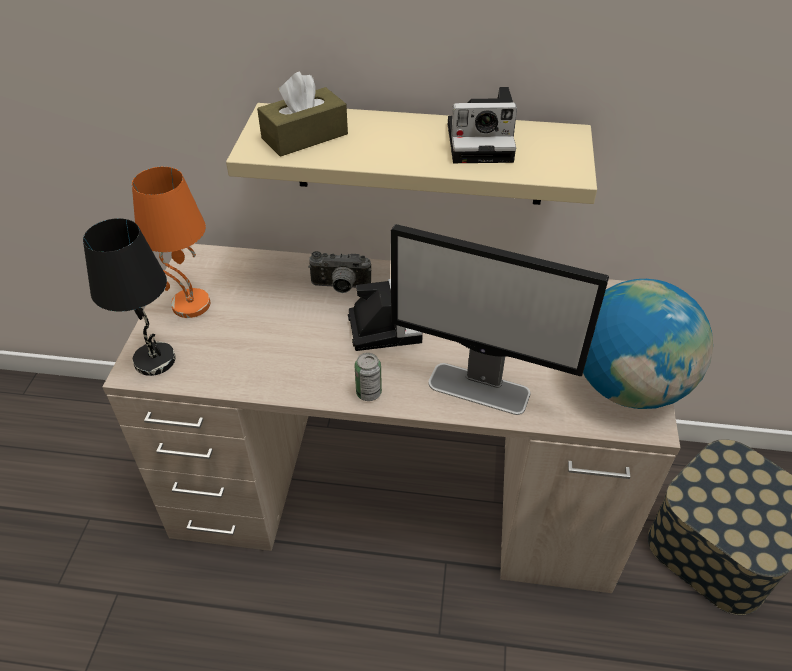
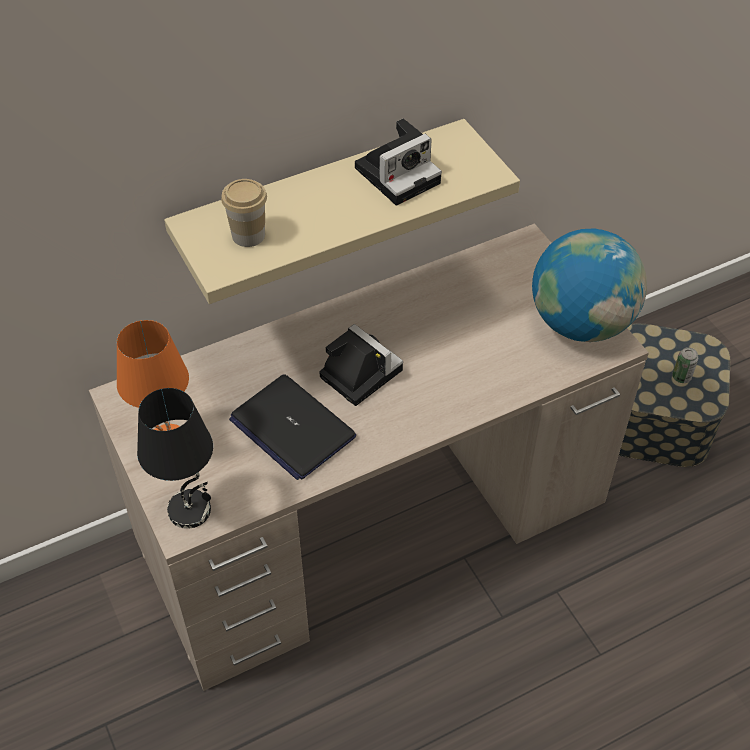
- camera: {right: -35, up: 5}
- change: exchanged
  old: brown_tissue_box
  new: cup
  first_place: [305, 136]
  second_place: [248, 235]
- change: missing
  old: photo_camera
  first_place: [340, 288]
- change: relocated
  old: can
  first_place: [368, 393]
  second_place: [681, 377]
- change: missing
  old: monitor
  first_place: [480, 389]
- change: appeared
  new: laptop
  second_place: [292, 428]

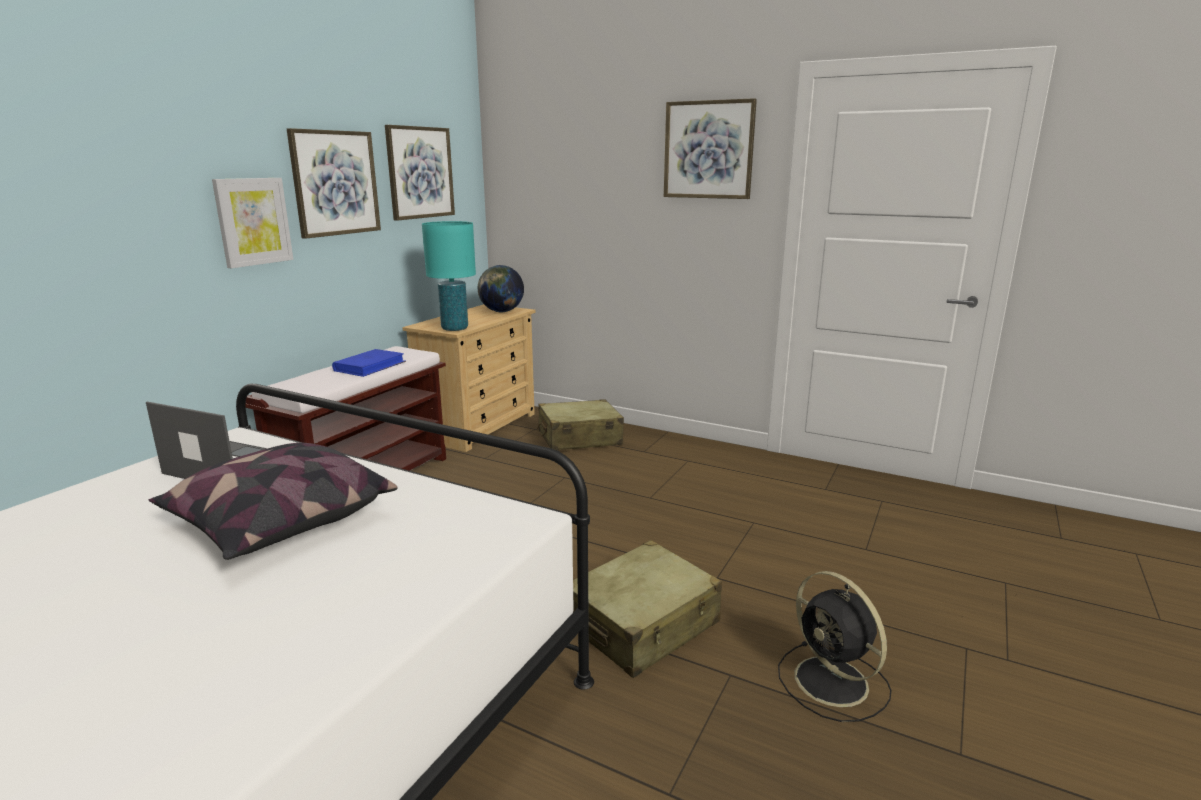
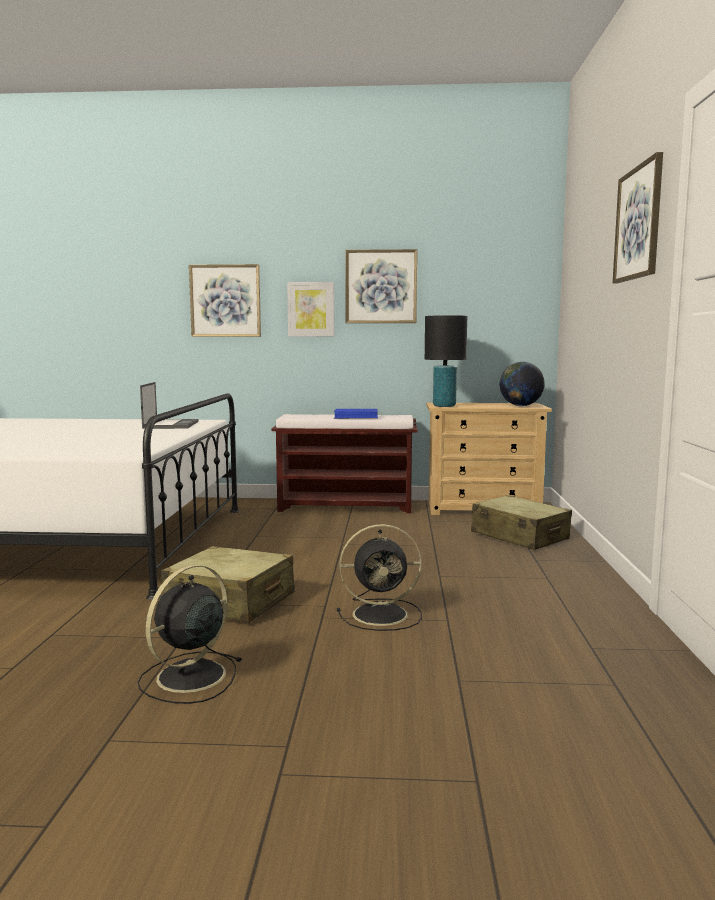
- camera: {right: 65, up: -10}
- change: missing
  old: pillow
  first_place: [279, 523]
- change: relocated
  old: picture
  first_place: [420, 172]
  second_place: [225, 301]
- change: colour
  old: turquoise_table_lamp
  new: black_table_lamp
  first_place: [454, 328]
  second_place: [444, 406]
- change: appeared
  new: black_fan
  second_place: [383, 614]

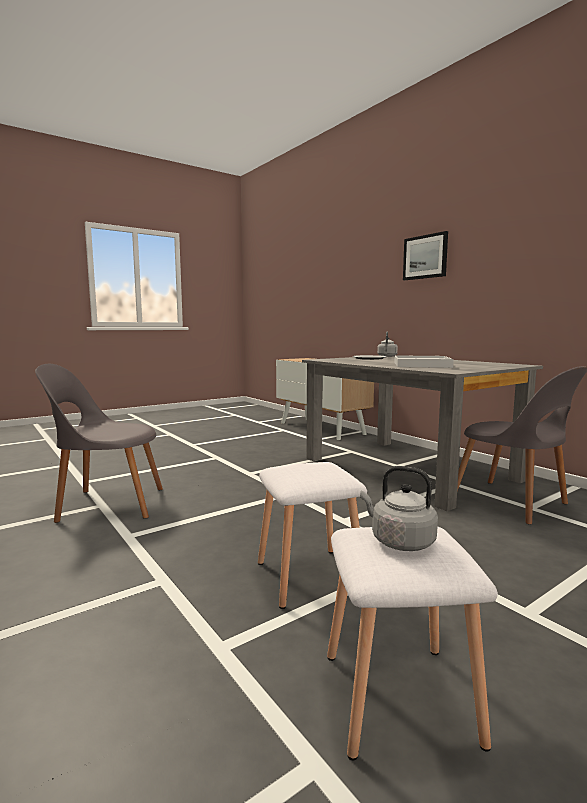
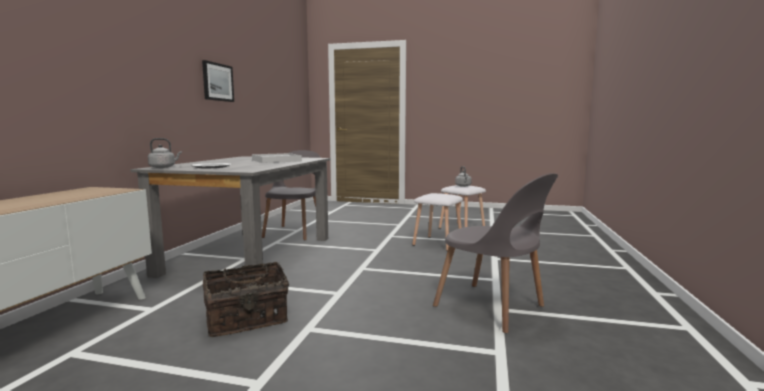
- camera: {right: -130, up: 0}
- change: relocated
  old: picture
  first_place: [425, 257]
  second_place: [217, 82]
- change: appeared
  new: basket
  second_place: [247, 319]

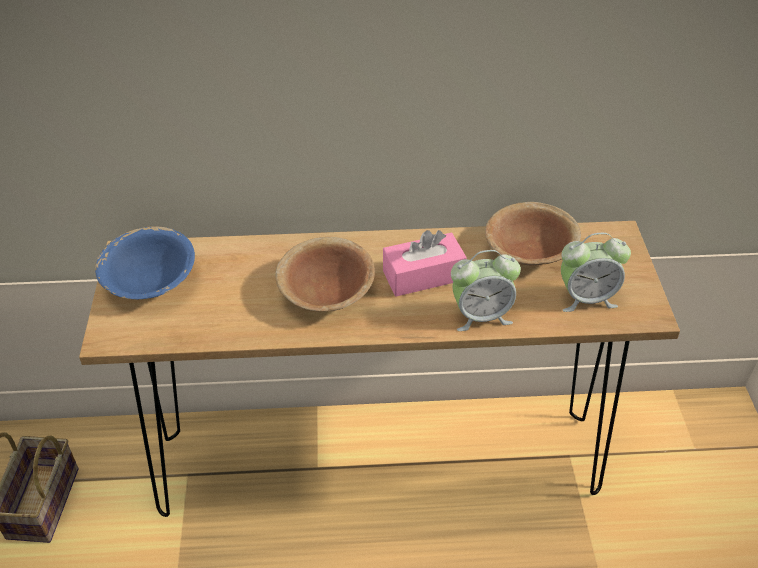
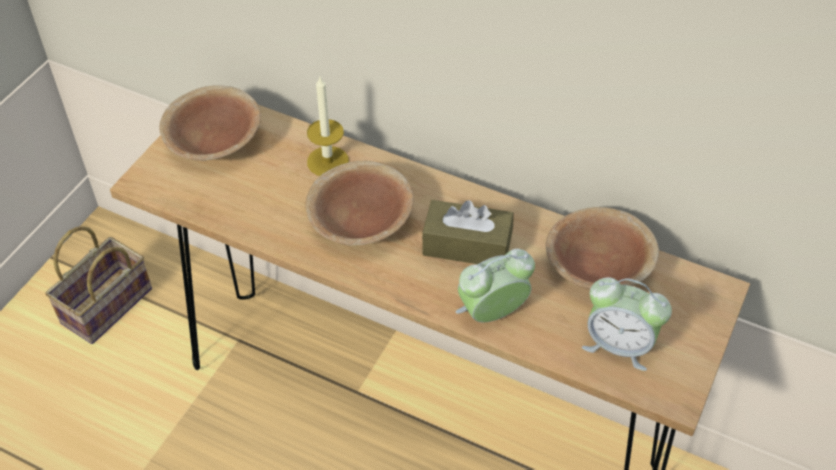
- camera: {right: 30, up: 5}
- change: colour
  old: blue_bowl
  new: brown_bowl
  first_place: [150, 281]
  second_place: [214, 142]
- change: colour
  old: pink_tissue_box
  new: brown_tissue_box
  first_place: [423, 275]
  second_place: [467, 245]
- change: spun
  old: alarm_clock
  first_place: [481, 315]
  second_place: [492, 313]
  degrees: 135
- change: appeared
  new: candle
  second_place: [328, 161]

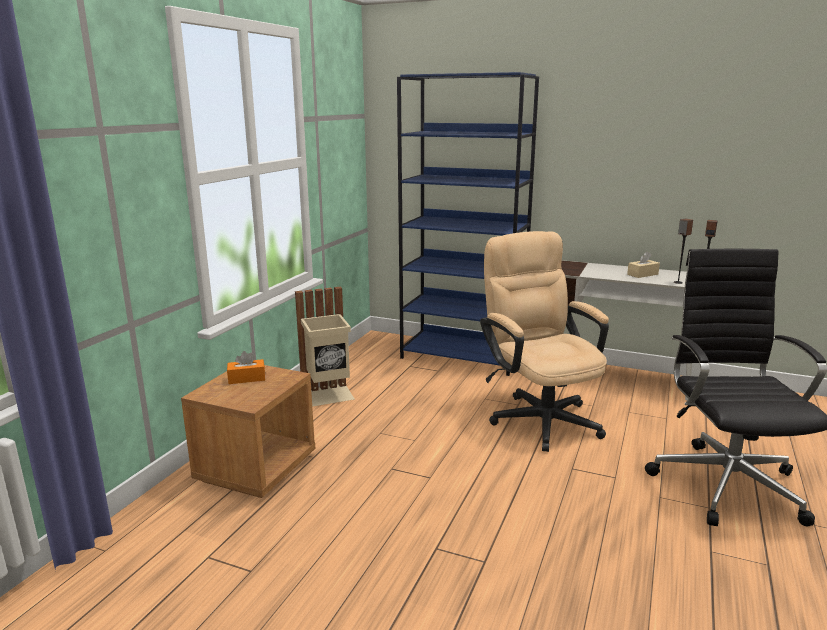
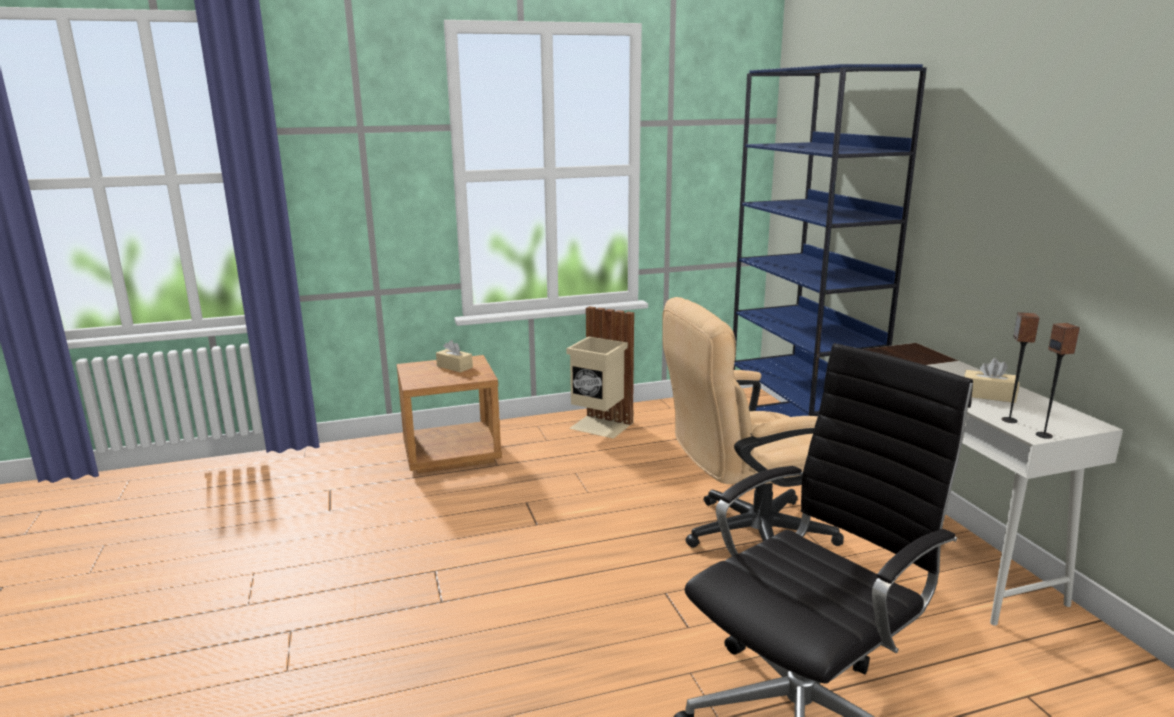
- camera: {right: 50, up: 0}
- change: colour
  old: orange_tissue_box
  new: beige_tissue_box
  first_place: [246, 378]
  second_place: [454, 367]
- change: spun
  old: beige_office_chair
  first_place: [539, 416]
  second_place: [744, 535]
  degrees: -135

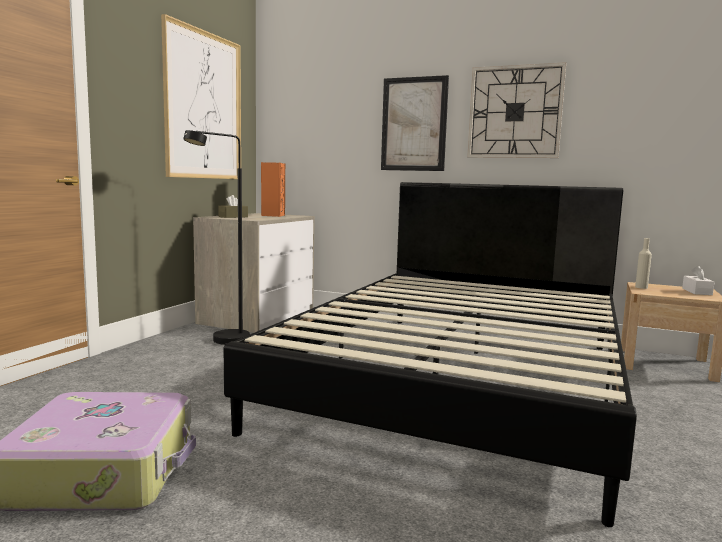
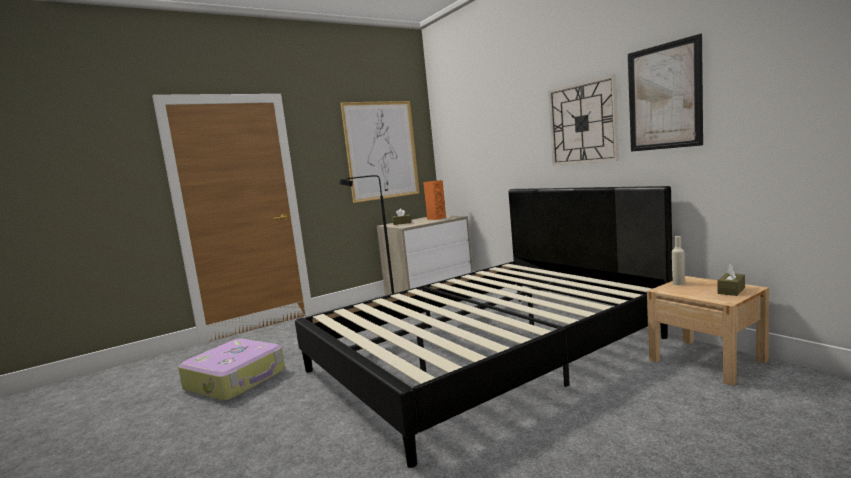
- camera: {right: 35, up: 0}
- change: relocated
  old: picture
  first_place: [414, 124]
  second_place: [664, 97]
- change: colour
  old: white_tissue_box
  new: brown_tissue_box
  first_place: [697, 291]
  second_place: [731, 290]

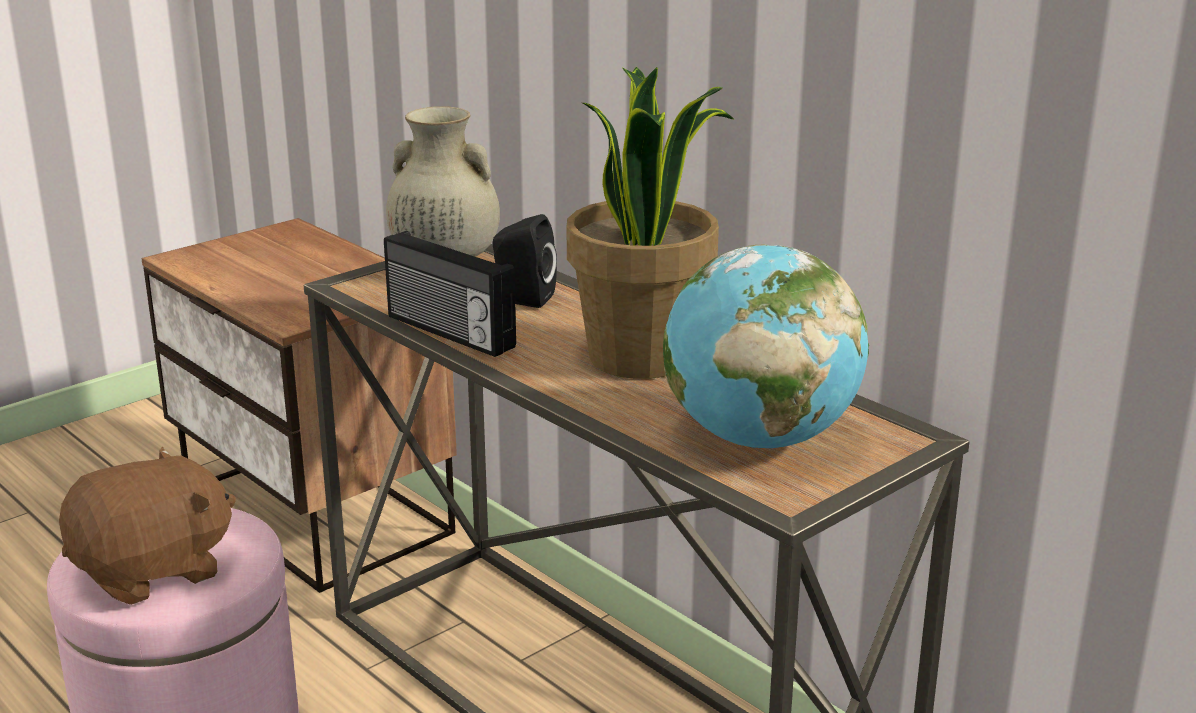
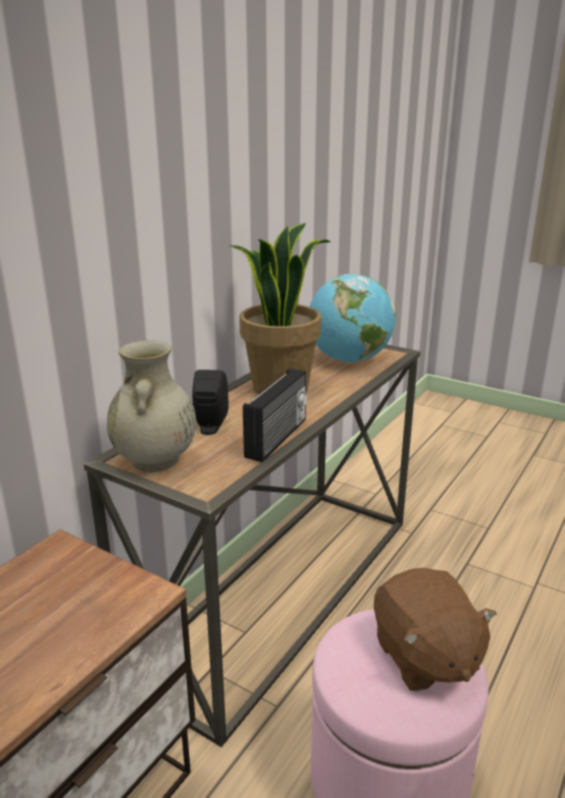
- camera: {right: -105, up: 0}
- change: spun
  old: brown_plush_toy
  first_place: [154, 571]
  second_place: [424, 657]
  degrees: -150

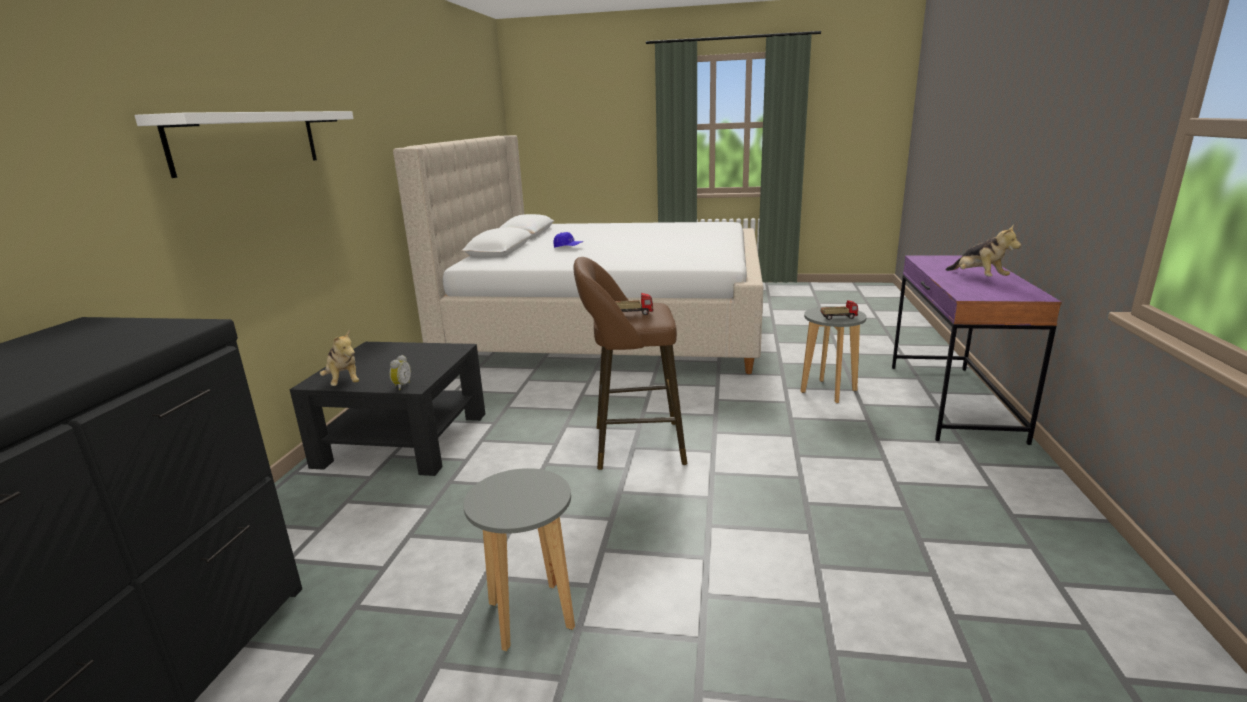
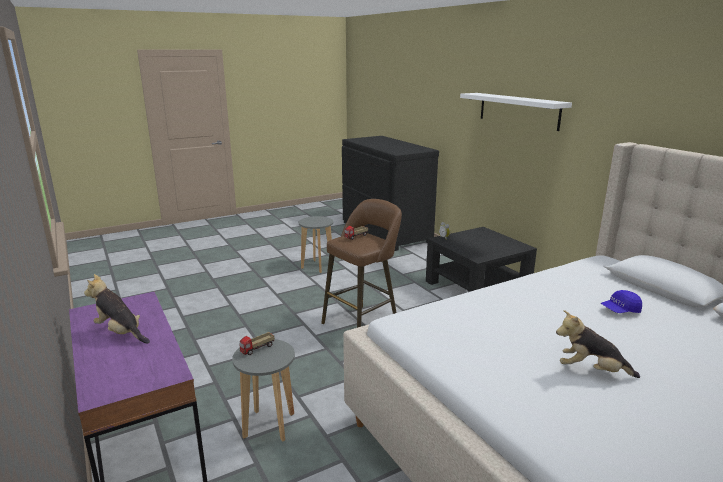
- camera: {right: 140, up: 0}
- change: relocated
  old: plush_toy
  first_place: [344, 383]
  second_place: [591, 371]

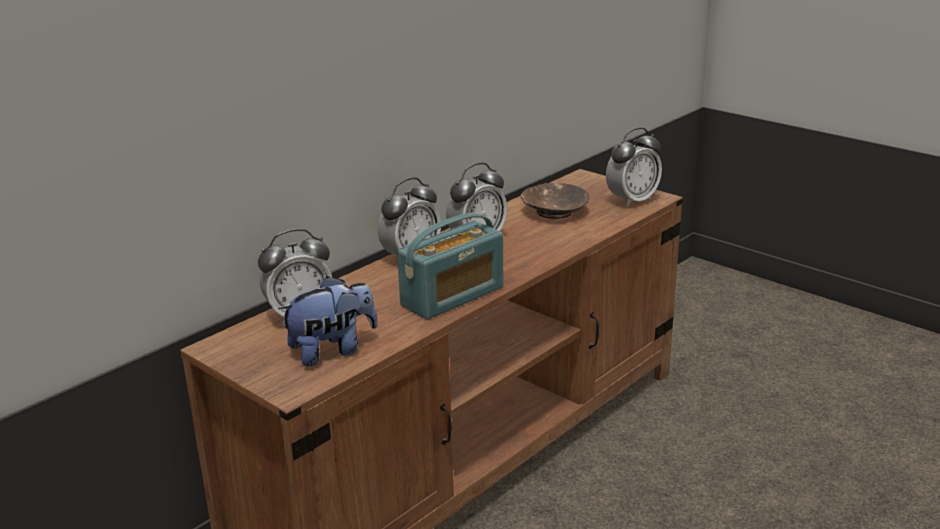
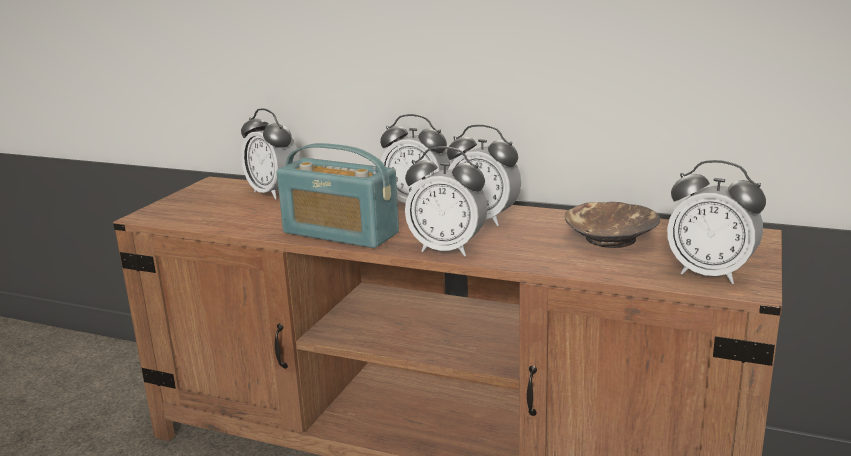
- camera: {right: 70, up: -5}
- change: missing
  old: plush_toy
  first_place: [332, 350]
- change: appeared
  new: alarm_clock
  second_place: [447, 249]

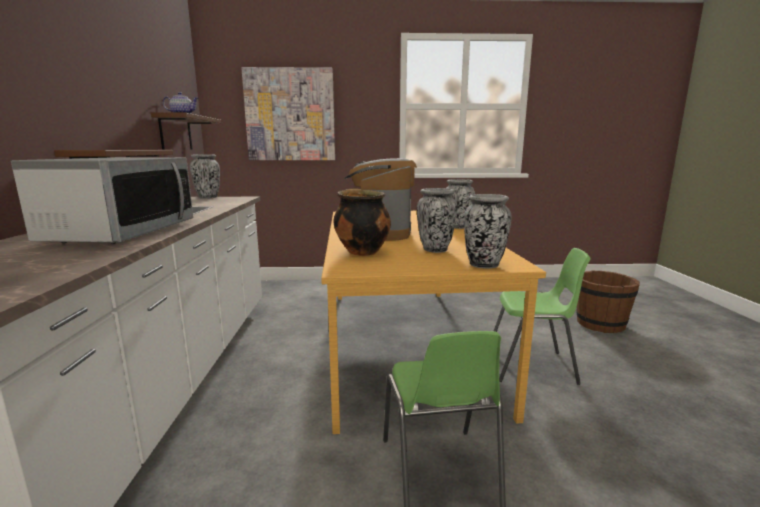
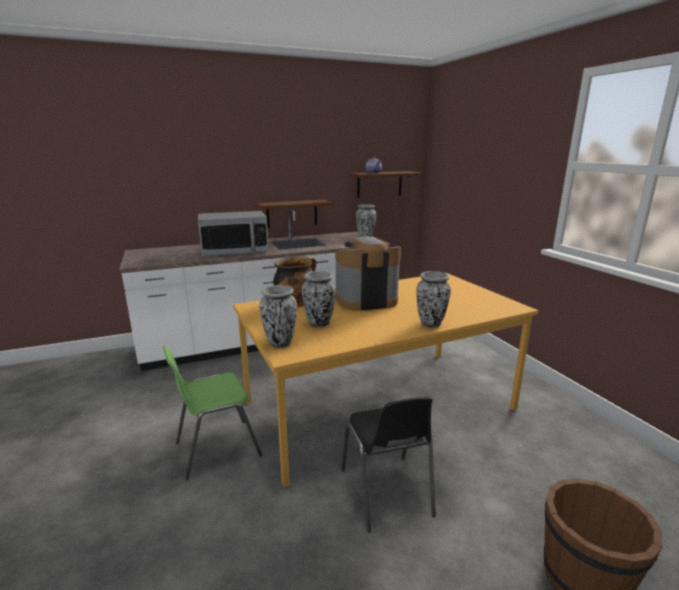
- camera: {right: 70, up: 5}
- change: missing
  old: picture
  first_place: [290, 115]
- change: colour
  old: green_chair
  new: black_chair
  first_place: [531, 366]
  second_place: [386, 493]

